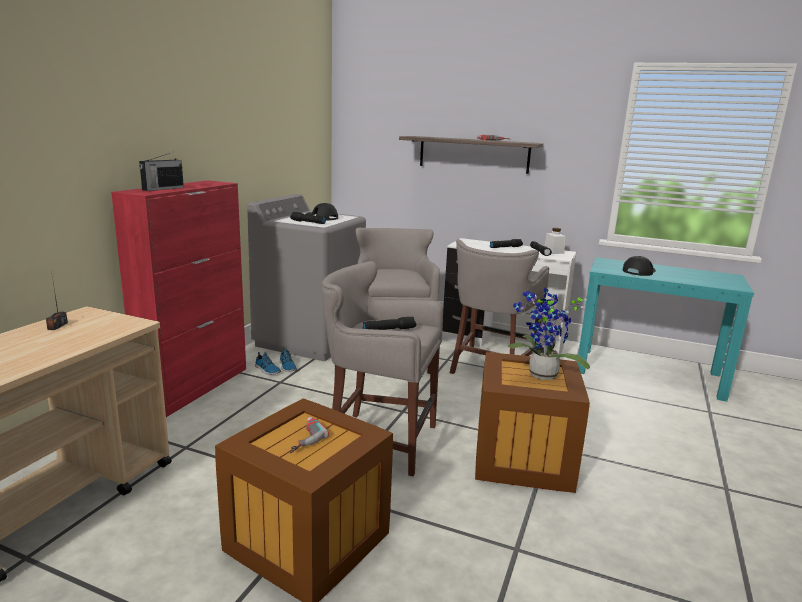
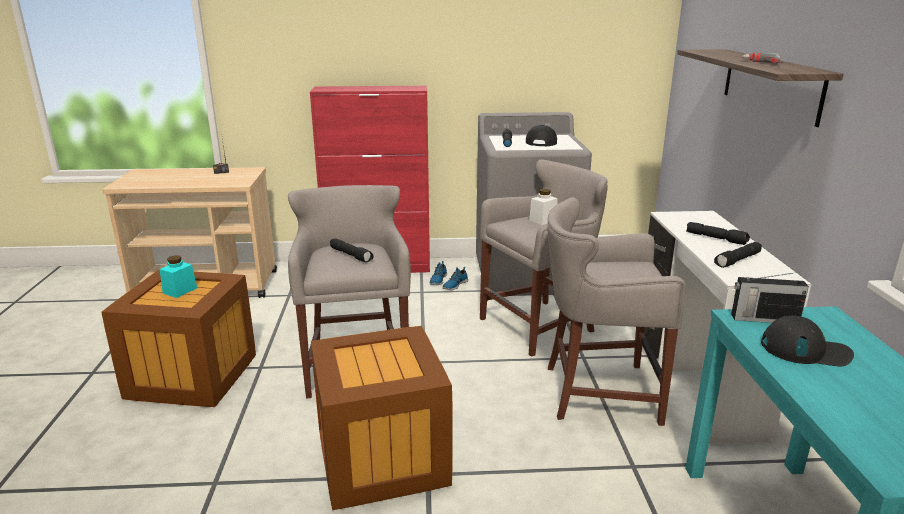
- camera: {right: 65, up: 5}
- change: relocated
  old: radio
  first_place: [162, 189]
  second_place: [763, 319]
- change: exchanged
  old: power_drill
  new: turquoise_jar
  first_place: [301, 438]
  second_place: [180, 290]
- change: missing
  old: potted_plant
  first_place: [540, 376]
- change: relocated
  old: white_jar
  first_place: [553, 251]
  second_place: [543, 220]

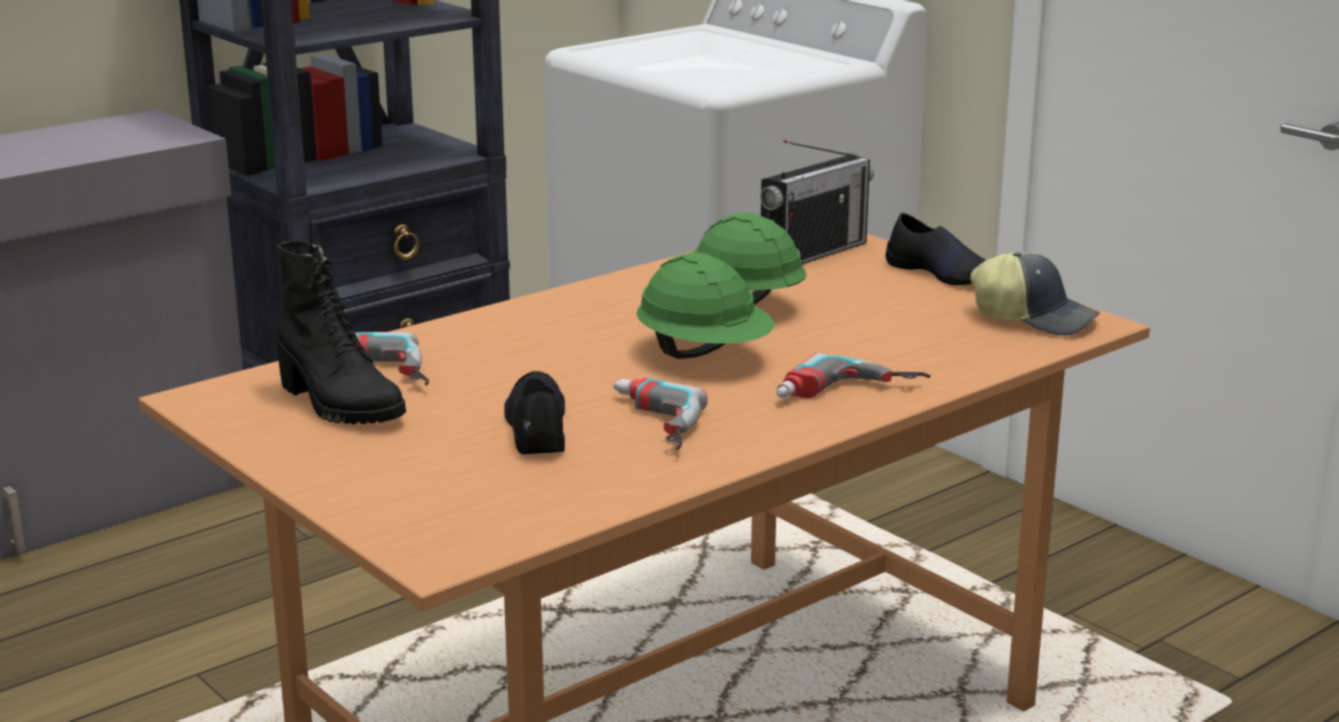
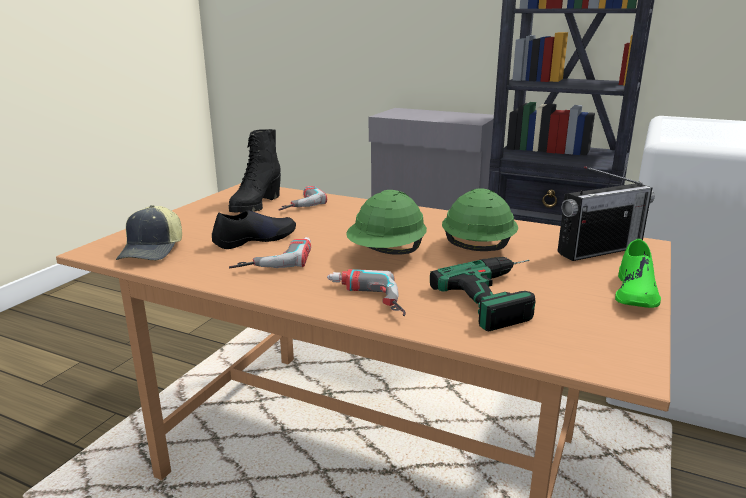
- camera: {right: 65, up: 0}
- change: spun
  old: radio
  first_place: [813, 253]
  second_place: [599, 250]
  degrees: -45
- change: colour
  old: black_shoe
  new: green_shoe
  first_place: [941, 273]
  second_place: [635, 292]
- change: relocated
  old: cap
  first_place: [1035, 318]
  second_place: [153, 250]
- change: appeared
  new: power_drill
  second_place: [504, 295]

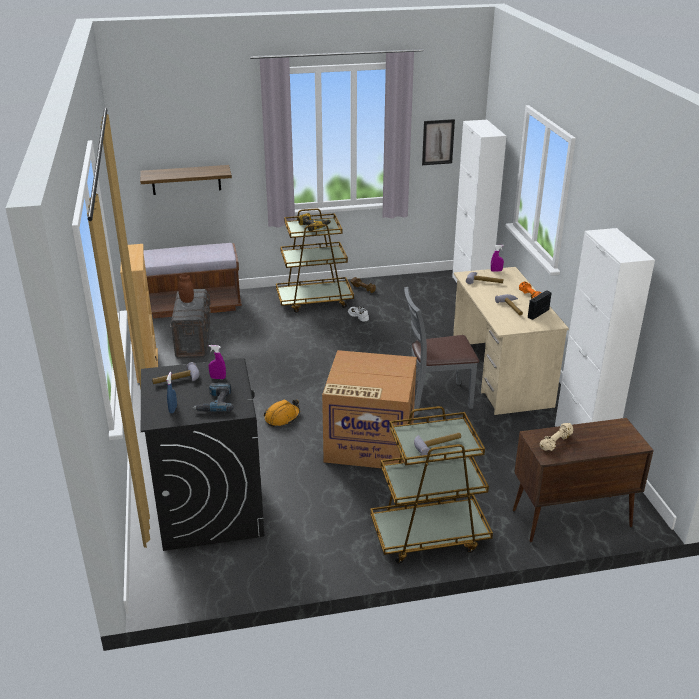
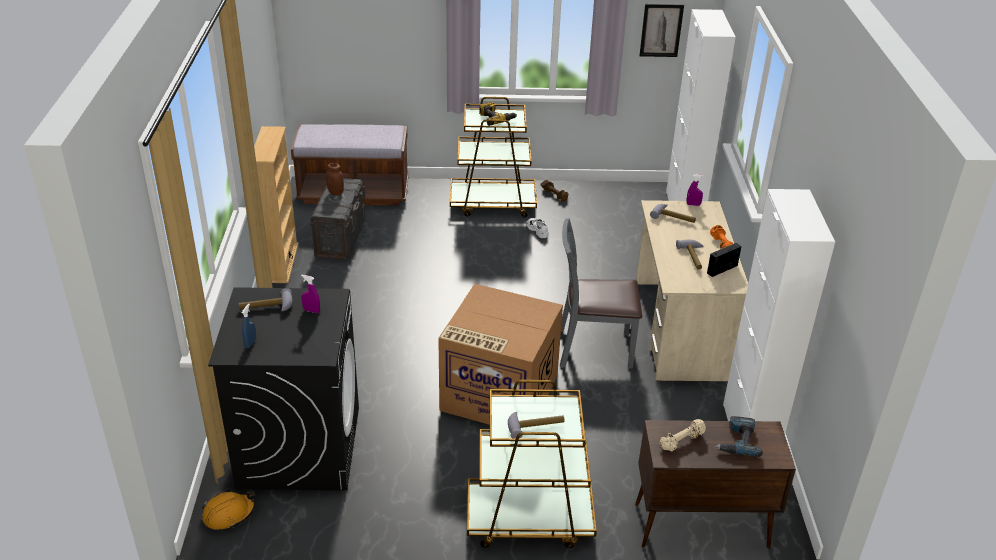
- camera: {right: 10, up: 5}
- change: missing
  old: shelf
  first_place: [186, 180]
- change: relocated
  old: power_drill
  first_place: [215, 402]
  second_place: [737, 440]
- change: relocated
  old: orange_hard_hat
  first_place: [282, 417]
  second_place: [229, 514]

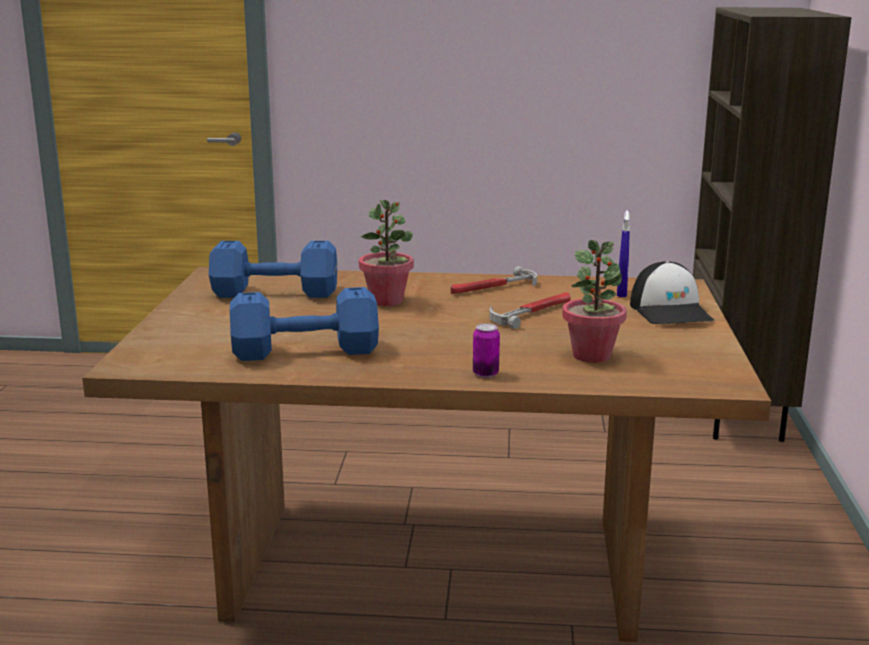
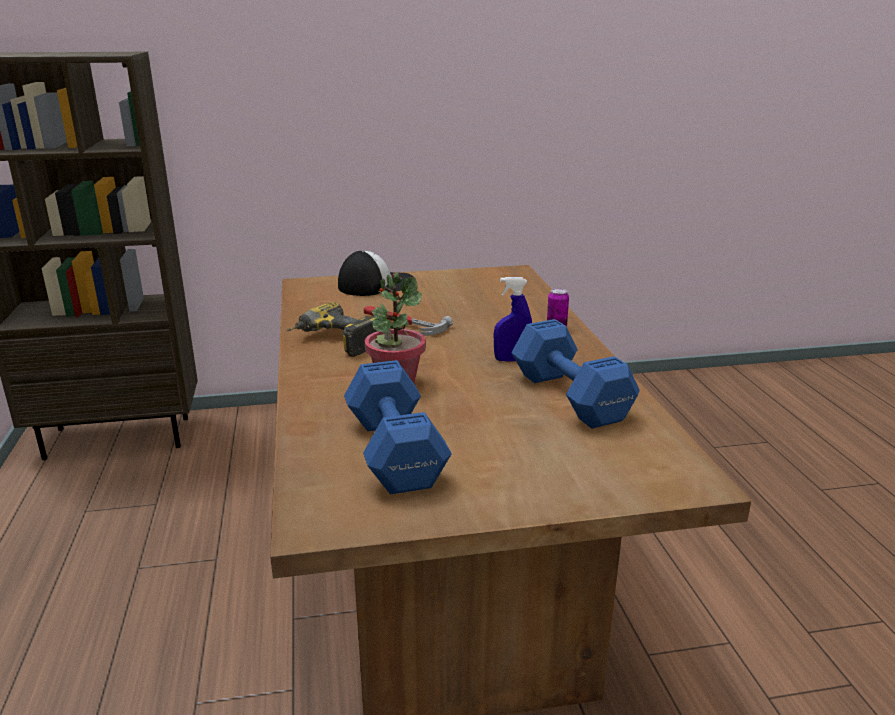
- camera: {right: -105, up: 5}
- change: exchanged
  old: hammer
  new: power_drill
  first_place: [493, 288]
  second_place: [333, 343]
- change: missing
  old: potted_plant
  first_place: [592, 355]
- change: relocated
  old: blue_spray_bottle
  first_place: [621, 293]
  second_place: [512, 360]

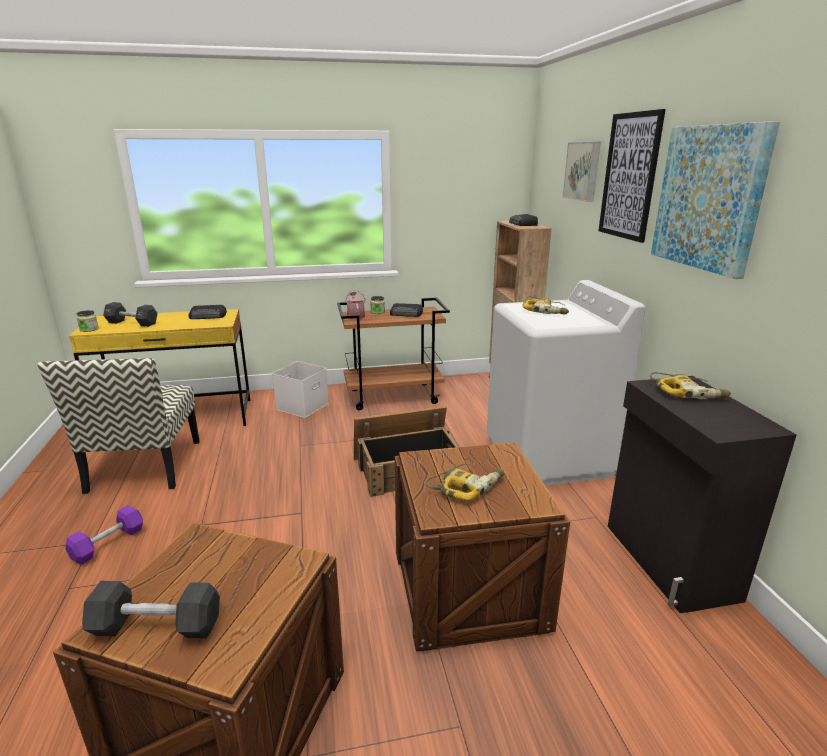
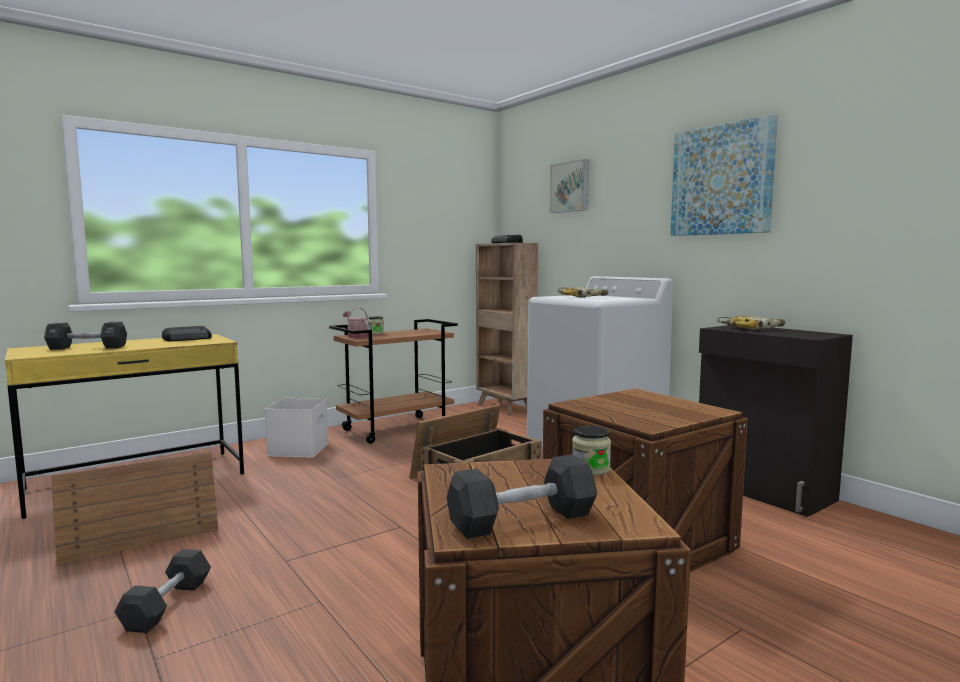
- camera: {right: -25, up: -15}
- change: exchanged
  old: chair
  new: crate
  first_place: [145, 466]
  second_place: [138, 529]
- change: colour
  old: purple_dumbbell
  new: black_dumbbell
  first_place: [108, 543]
  second_place: [167, 605]
- change: relocated
  old: jar
  first_place: [89, 329]
  second_place: [590, 469]
- change: missing
  old: radio
  first_place: [406, 314]
- change: missing
  old: power_drill
  first_place: [467, 486]
- change: missing
  old: picture
  first_place: [629, 176]

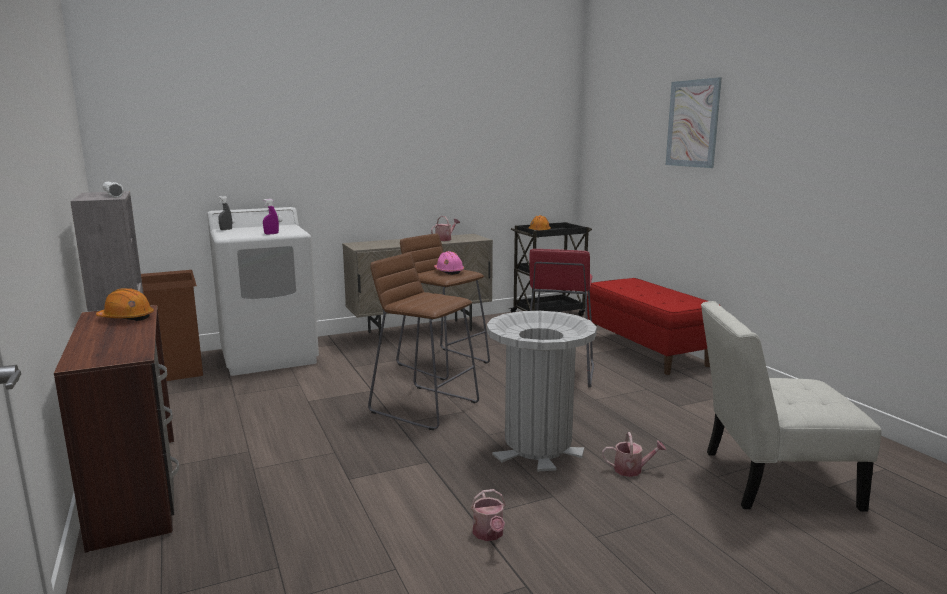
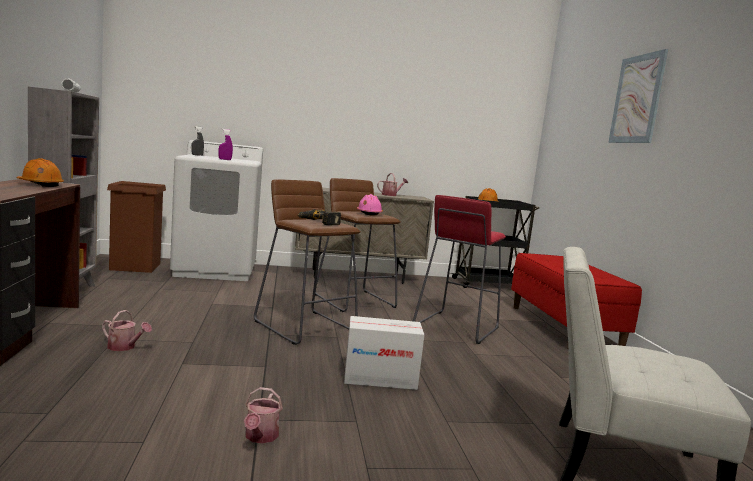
- camera: {right: 15, up: -5}
- change: exchanged
  old: grey_trash_can
  new: cardboard_box
  first_place: [538, 447]
  second_place: [380, 378]
- change: relocated
  old: watering_can
  first_place: [632, 470]
  second_place: [124, 347]
- change: appeared
  new: power_drill
  second_place: [318, 222]

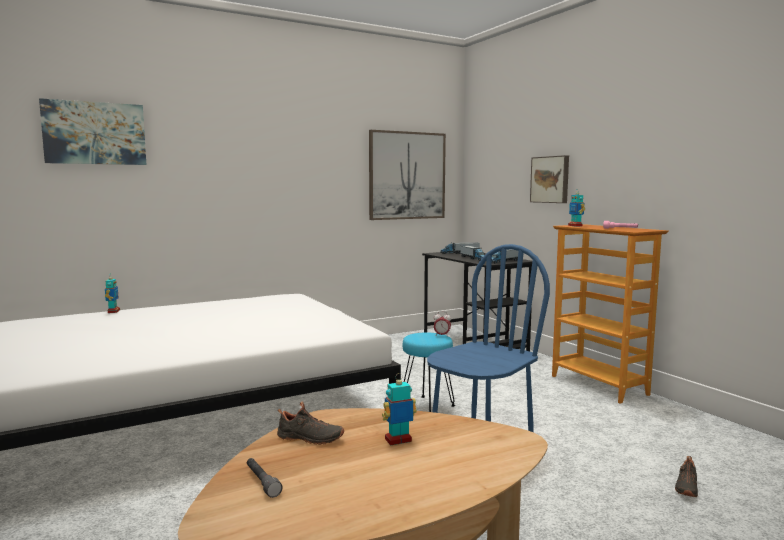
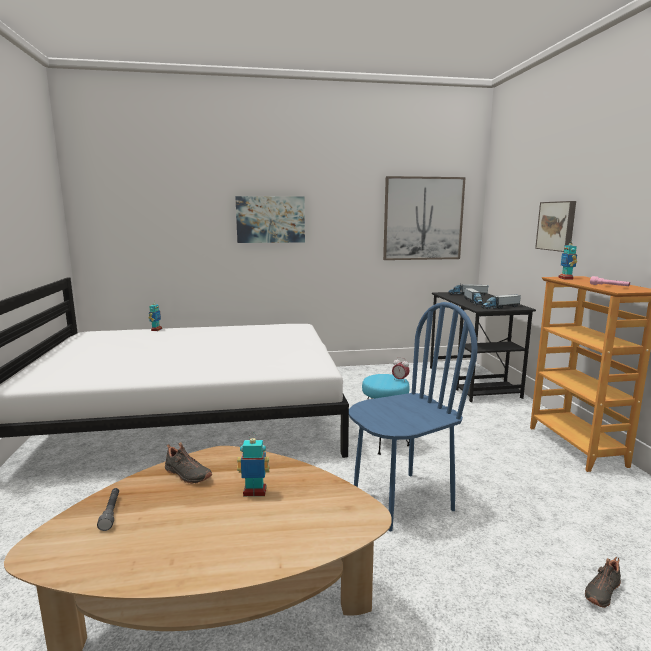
- camera: {right: 20, up: 5}
- change: relocated
  old: picture
  first_place: [95, 133]
  second_place: [270, 219]

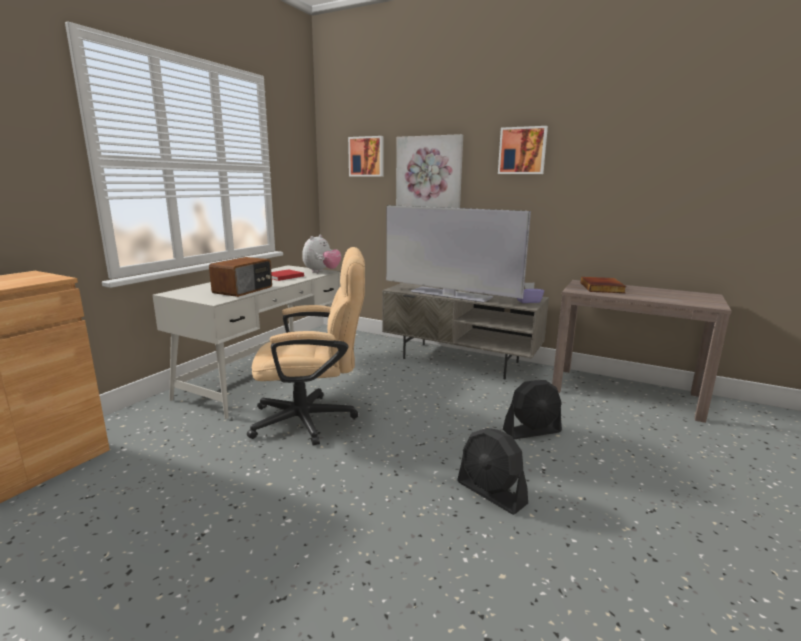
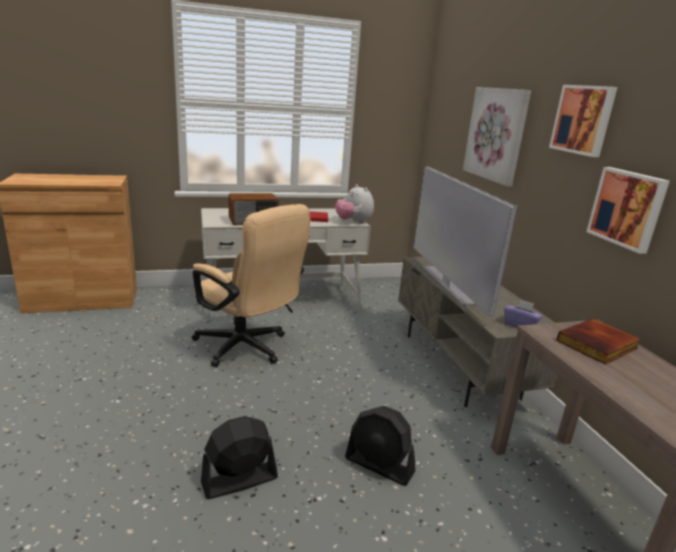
- camera: {right: 45, up: 5}
- change: spun
  old: plush_toy
  first_place: [321, 272]
  second_place: [353, 222]
  degrees: 75
- change: relocated
  old: picture
  first_place: [367, 156]
  second_place: [627, 208]
- change: spun
  old: black_fan
  first_place: [491, 493]
  second_place: [239, 480]
  degrees: 60

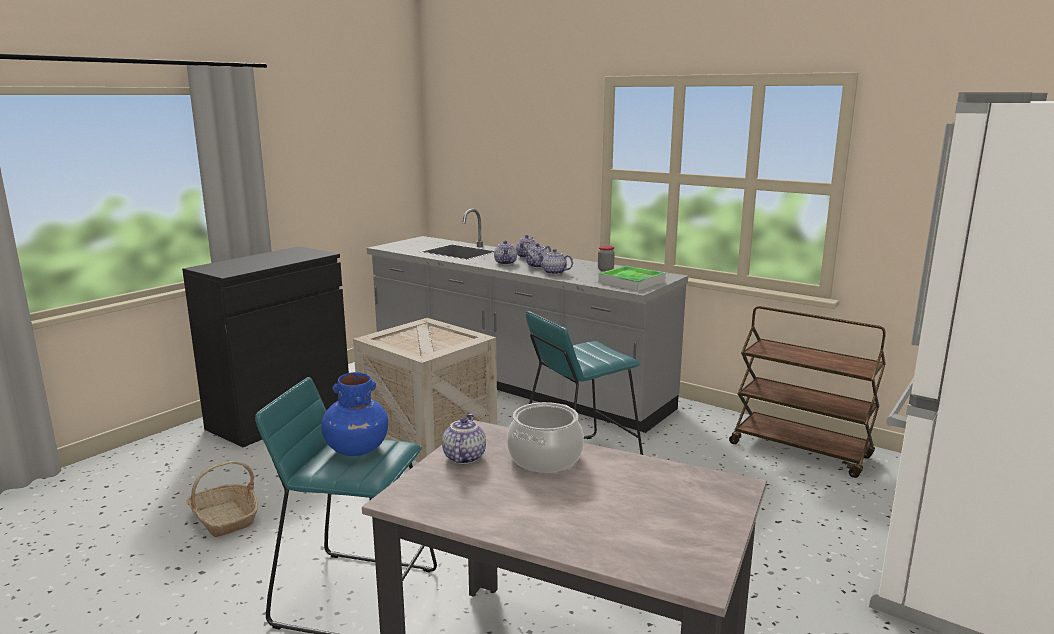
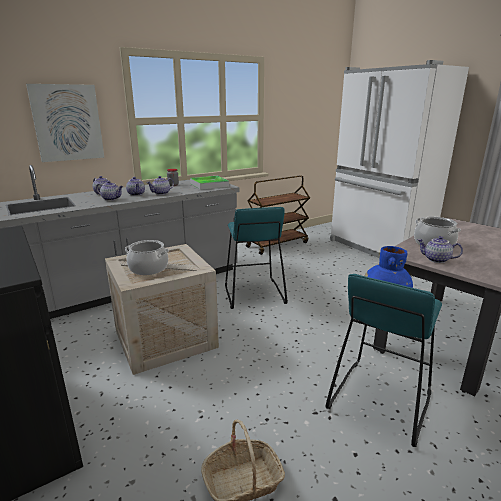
- camera: {right: -70, up: 5}
- change: appeared
  new: picture
  second_place: [67, 123]
- change: appeared
  new: cooking_pot
  second_place: [148, 268]

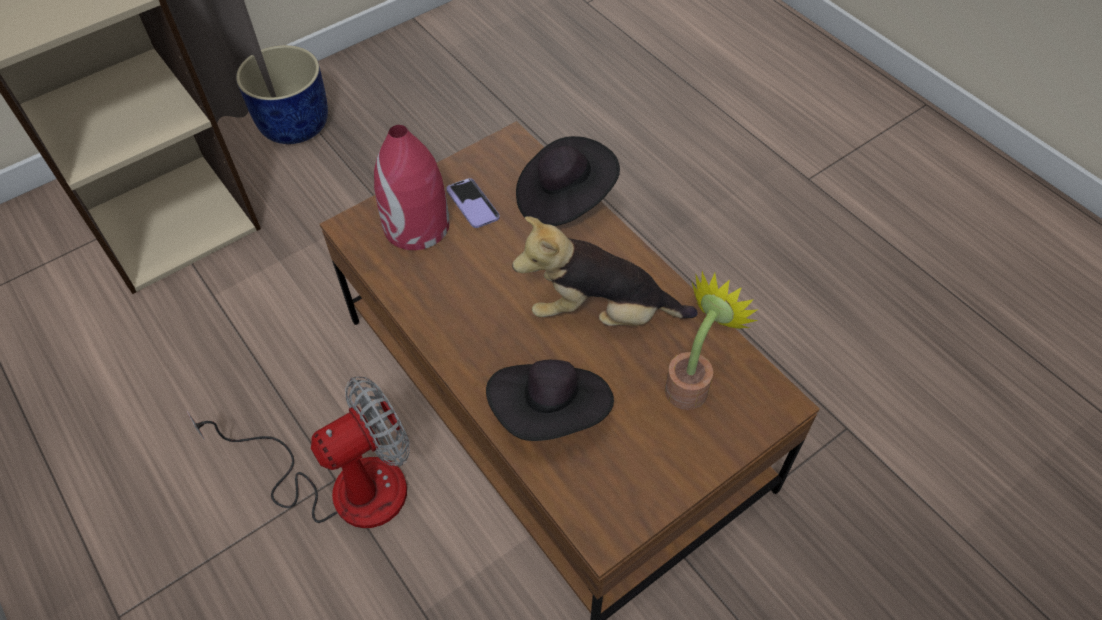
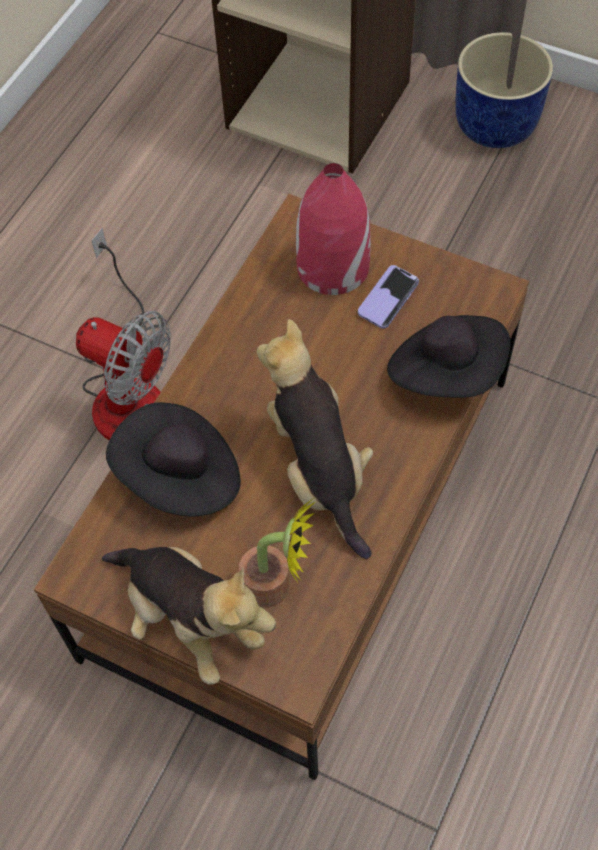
- camera: {right: 65, up: 5}
- change: appeared
  new: plush_toy
  second_place: [189, 620]

